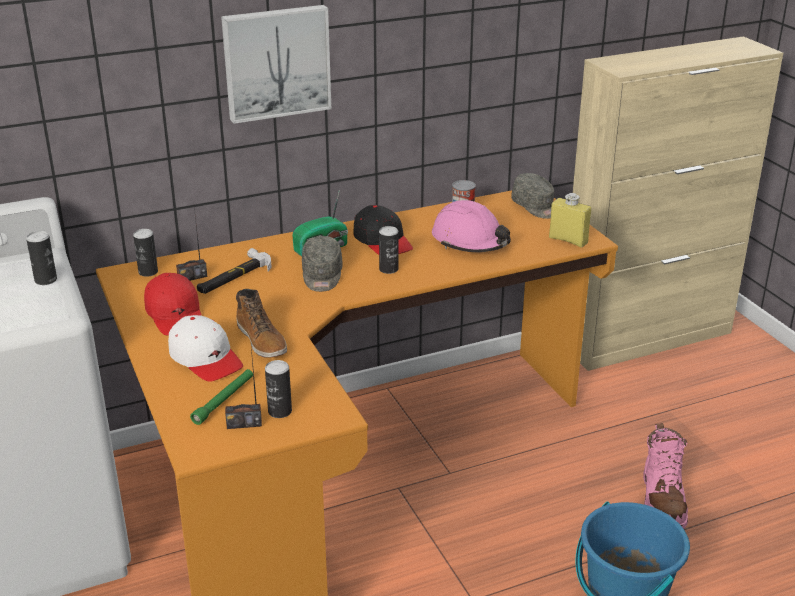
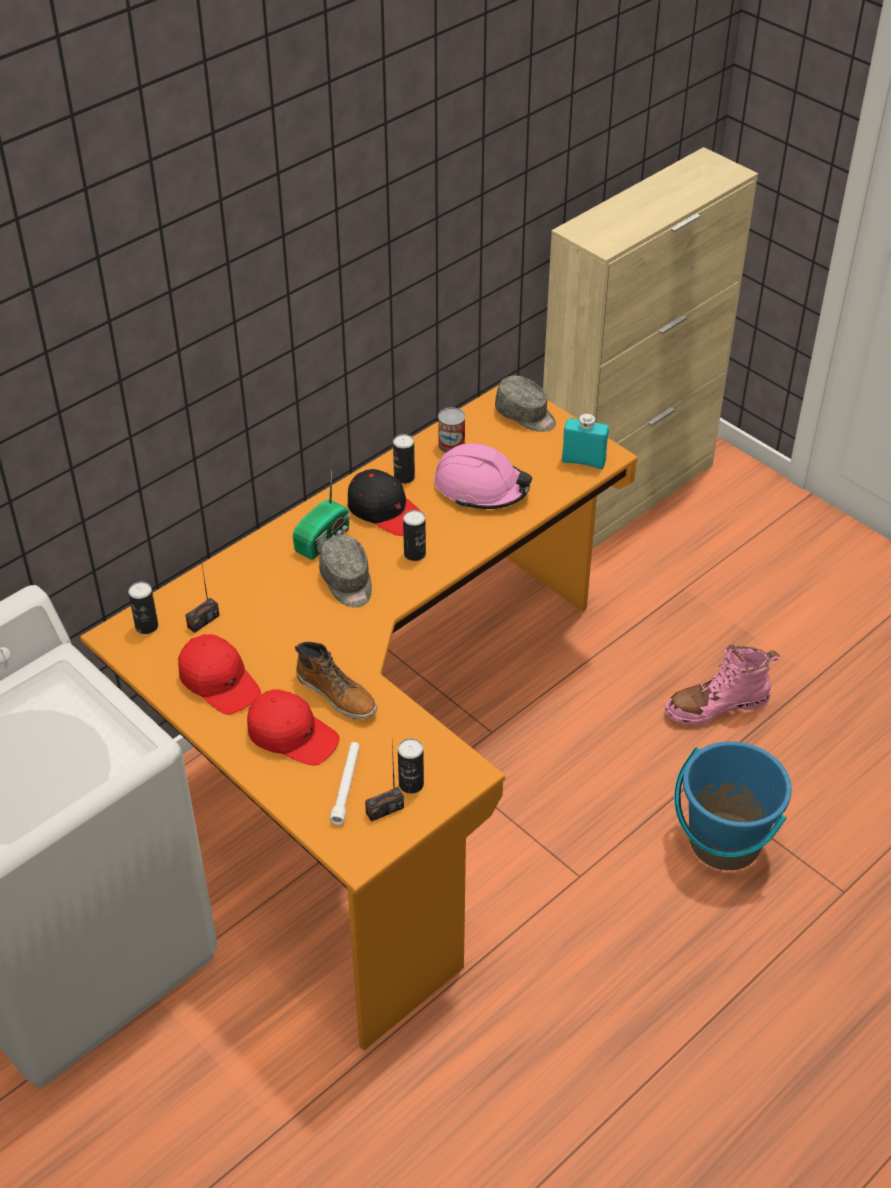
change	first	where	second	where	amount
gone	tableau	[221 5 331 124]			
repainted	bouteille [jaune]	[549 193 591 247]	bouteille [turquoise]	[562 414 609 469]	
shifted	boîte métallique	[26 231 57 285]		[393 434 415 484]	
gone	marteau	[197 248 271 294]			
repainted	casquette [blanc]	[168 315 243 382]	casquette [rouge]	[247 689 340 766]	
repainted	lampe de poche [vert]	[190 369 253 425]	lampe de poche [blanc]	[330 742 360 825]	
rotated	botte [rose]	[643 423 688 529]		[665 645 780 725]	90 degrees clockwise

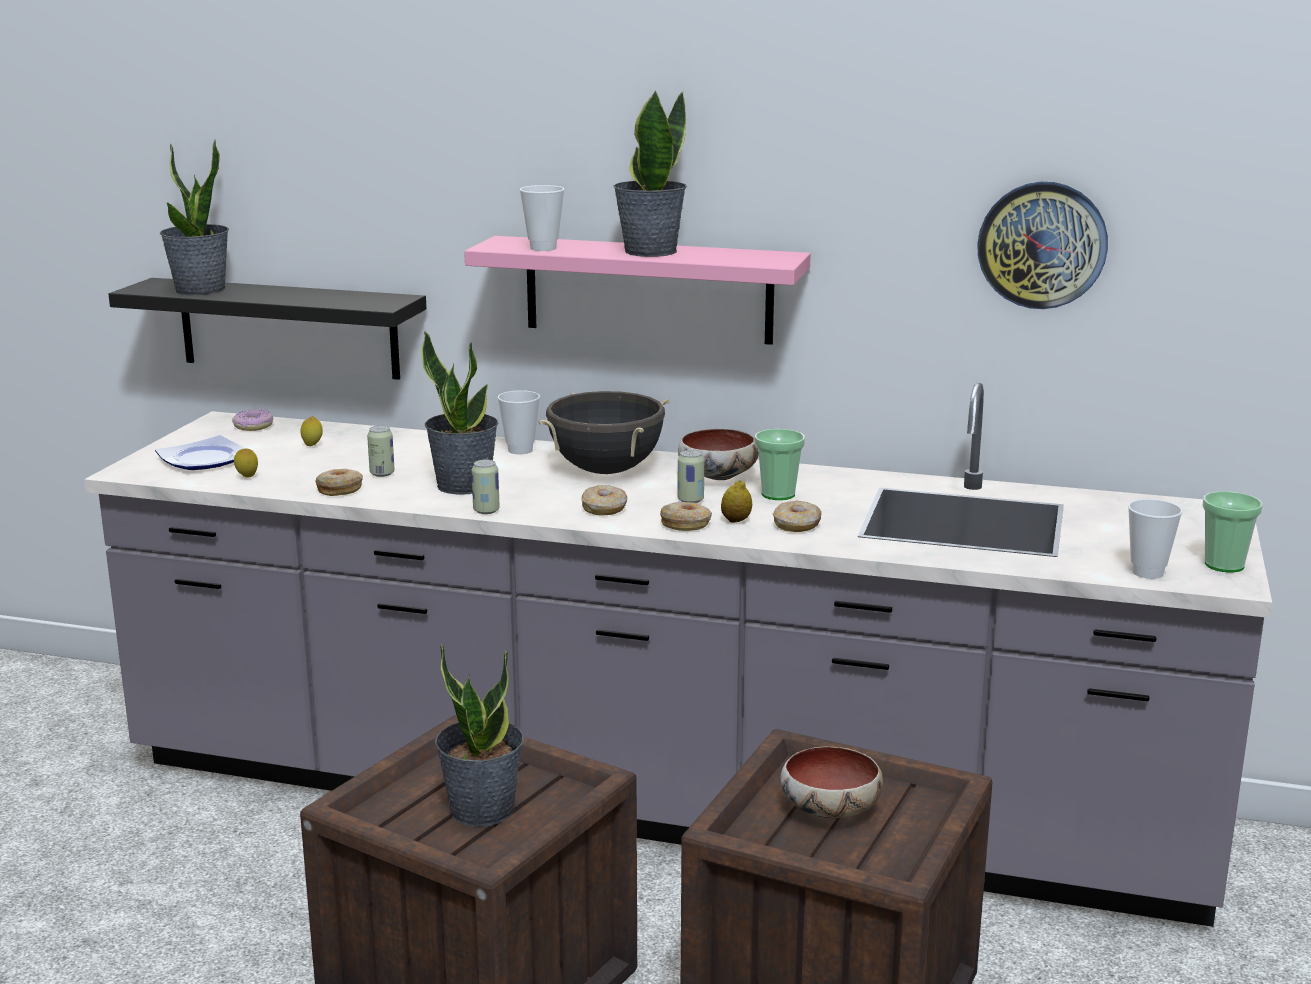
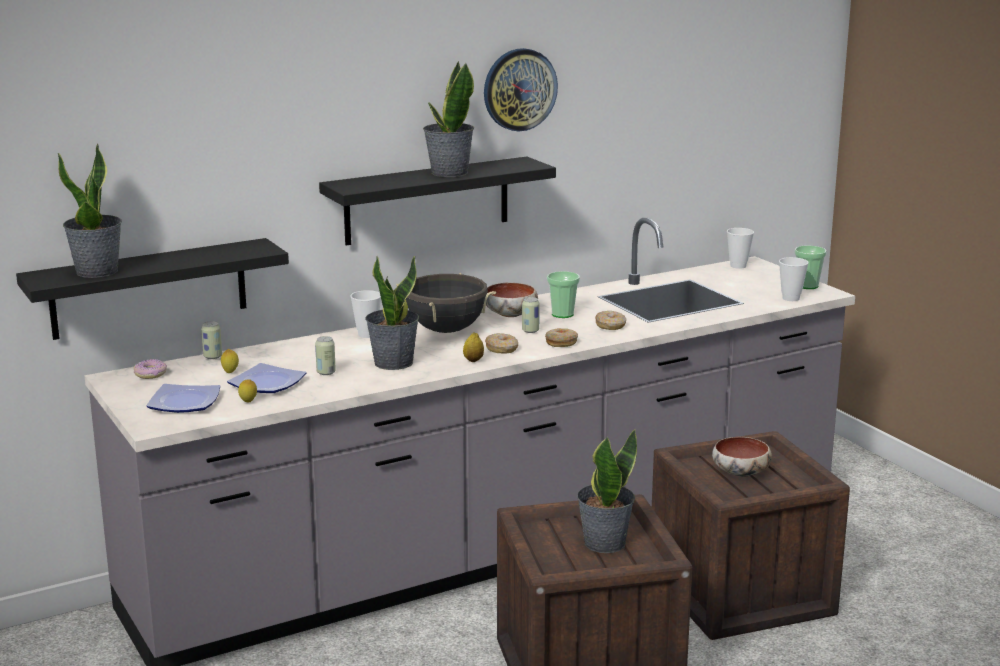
change	first	where	second	where	amount
shifted	horloge murale	[977 182 1108 309]		[484 48 558 131]	
shifted	tasse	[520 185 564 251]		[727 228 754 269]	
repainted	étagère [rose]	[464 236 811 345]	étagère [noir]	[319 157 556 245]	
shifted	boîte métallique	[472 460 500 514]		[201 321 222 359]	
gone	beignet	[315 469 363 496]			
shifted	citron	[721 480 752 523]		[463 333 484 362]	
new			assiette	[227 363 306 393]	

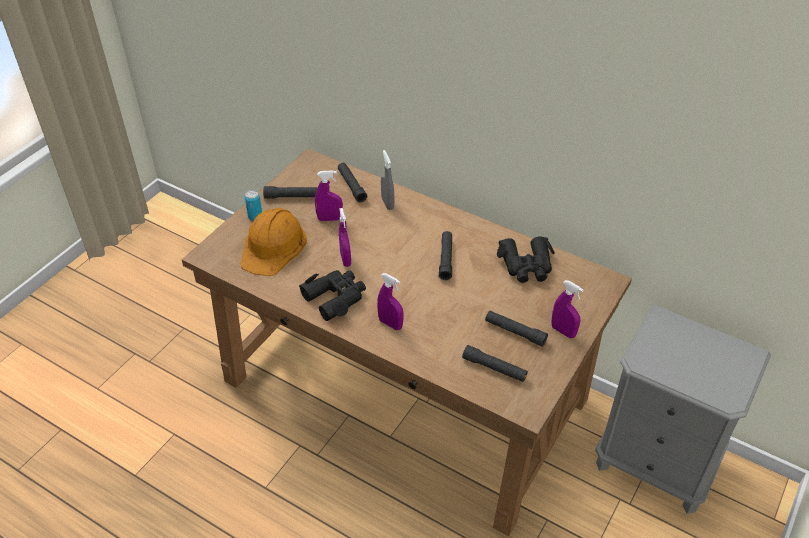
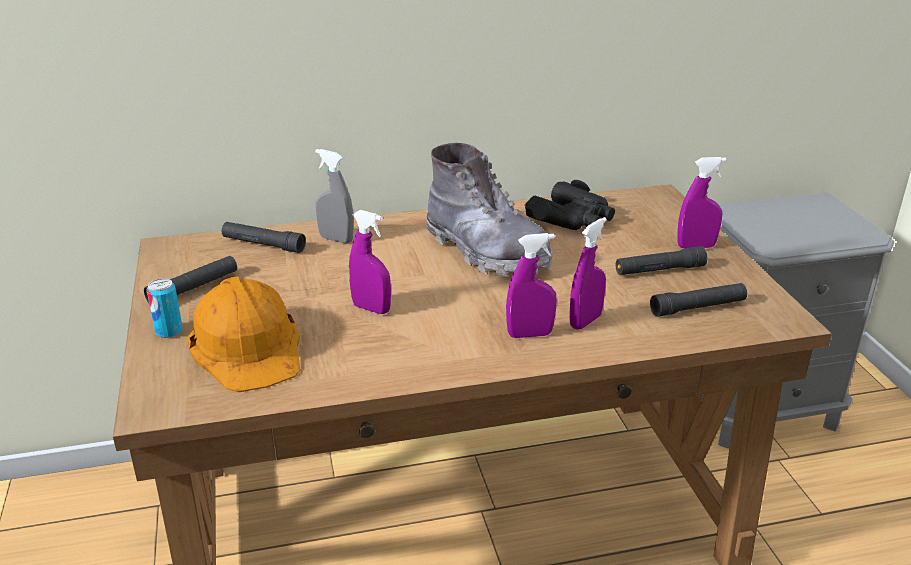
change	first	where	second	where	amount
shifted	vaporisateur [violet]	[315 170 343 221]		[569 217 607 330]	
swapped	lampe de poche [noir]	[439 231 452 280]	botte [gris]	[426 143 553 277]	
gone	jumelles [noir]	[299 270 366 321]			

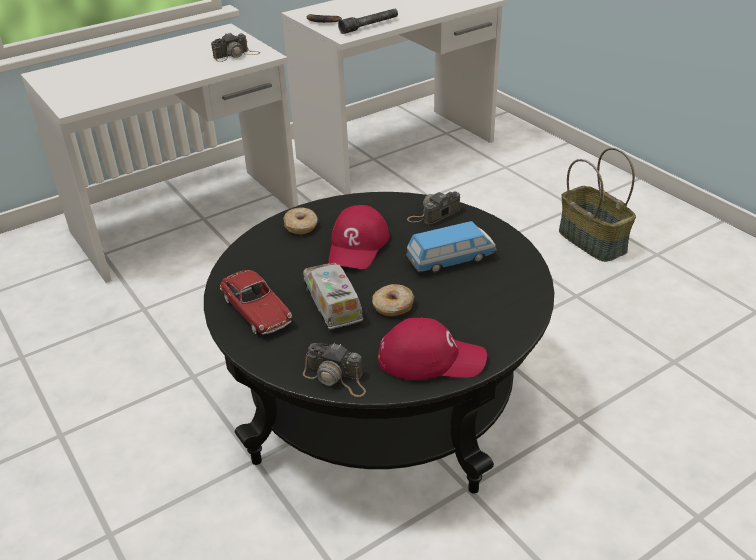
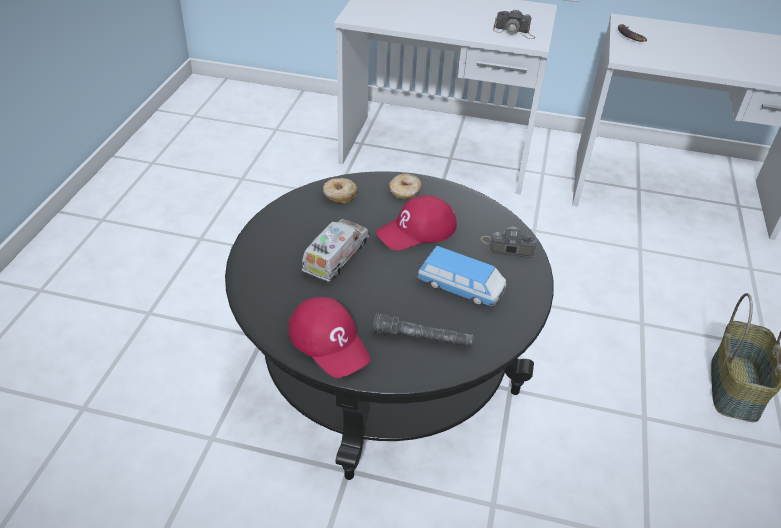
change	first	where	second	where	amount
shifted	lampe de poche [gris]	[338 9 398 34]		[373 313 474 347]	
gone	petite voiture	[220 270 292 335]			
shifted	beignet	[372 284 414 316]		[323 178 357 203]	
gone	appareil photo	[303 343 366 397]			

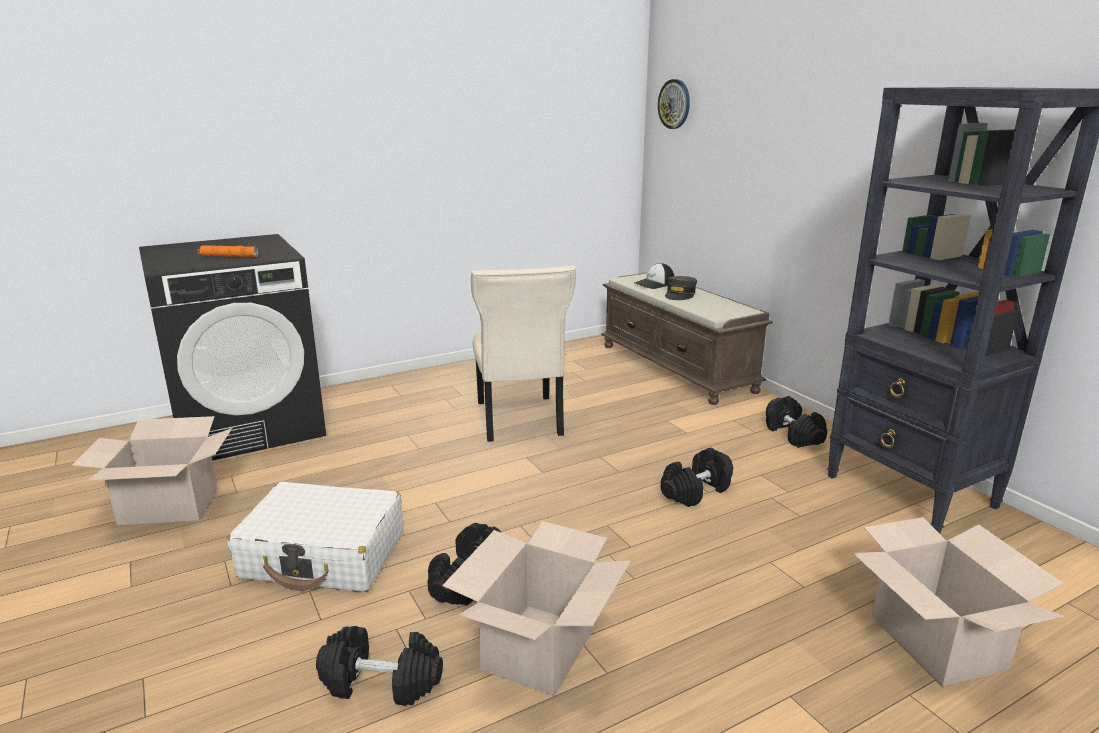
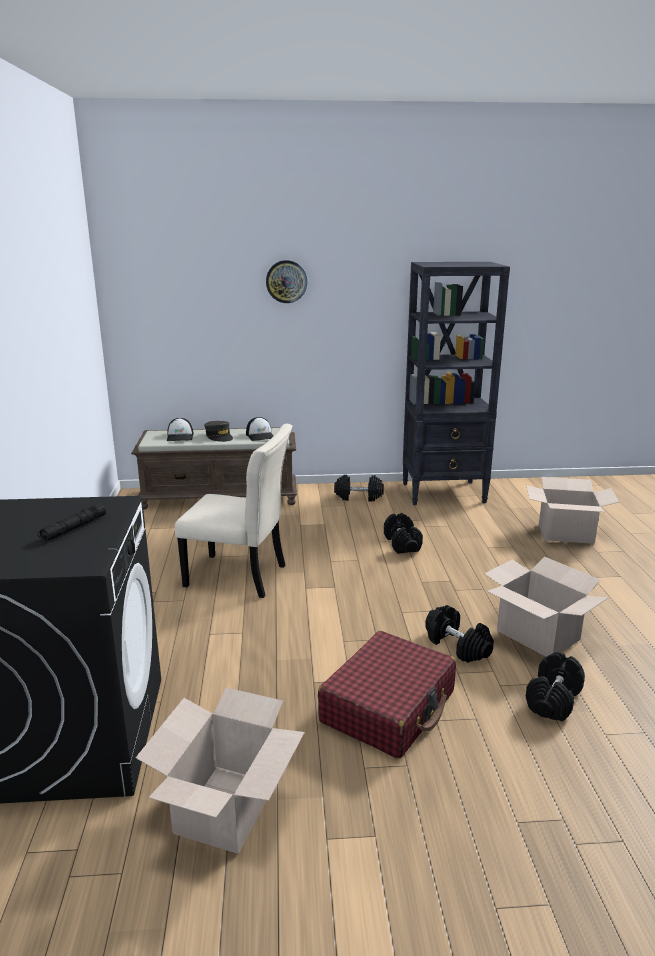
change	first	where	second	where	amount
shifted	horloge murale	[658 79 690 129]		[266 260 307 303]	
repainted	lampe de poche [orange]	[198 245 258 257]	lampe de poche [noir]	[38 504 106 541]	
repainted	valise [blanc]	[228 482 403 592]	valise [rouge]	[318 631 456 759]	
new			casquette	[246 417 274 441]	

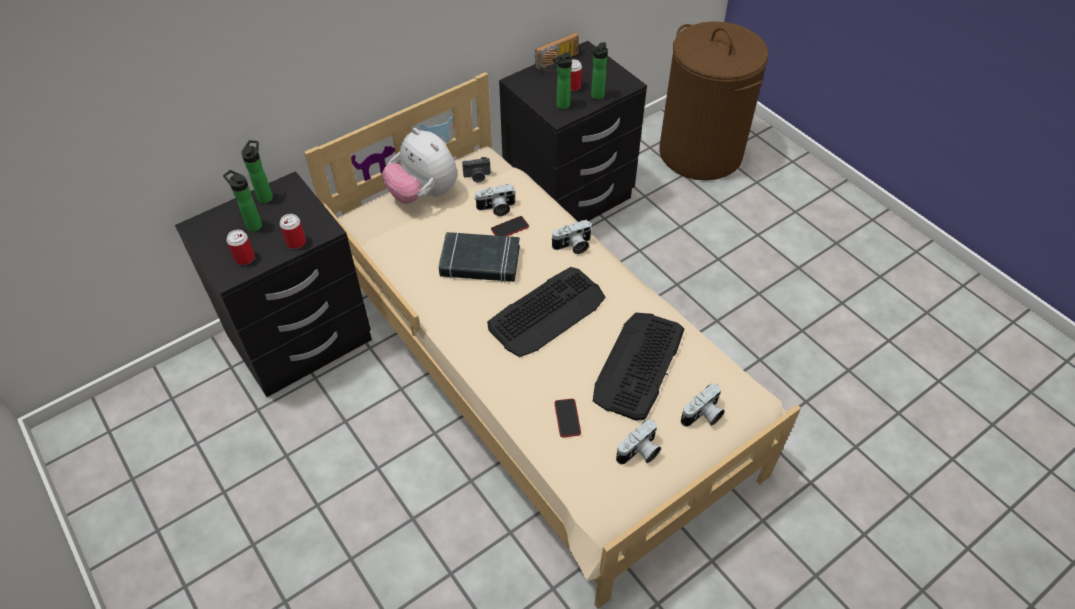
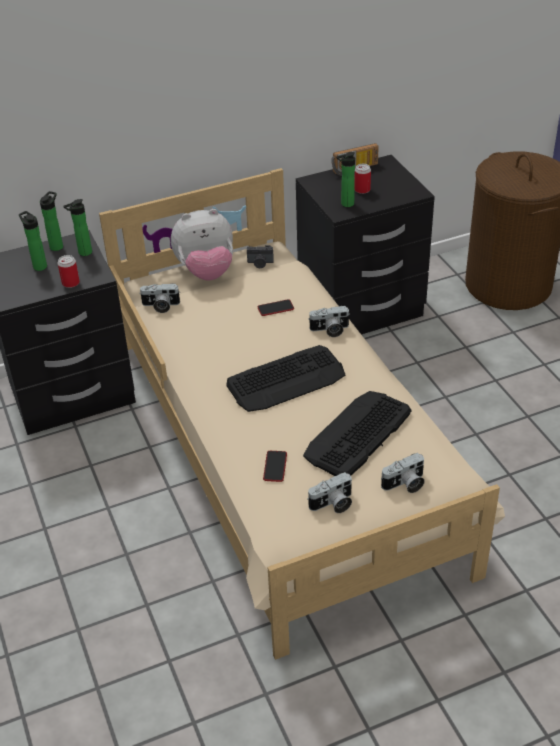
change	first	where	second	where	amount
shifted	bouteille	[591 42 608 100]		[63 199 92 256]	
rotated	peluche	[382 128 457 204]		[171 209 233 281]	75 degrees counterclockwise
shifted	appareil photo	[474 184 516 216]		[139 283 180 313]	
gone	boîte métallique	[227 230 255 265]			
gone	livre [noir]	[438 232 520 283]			

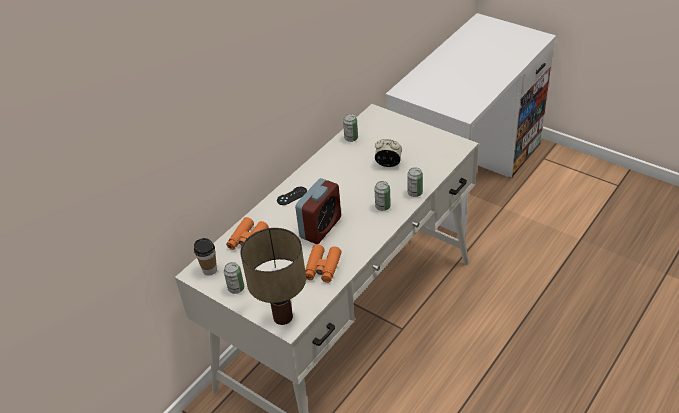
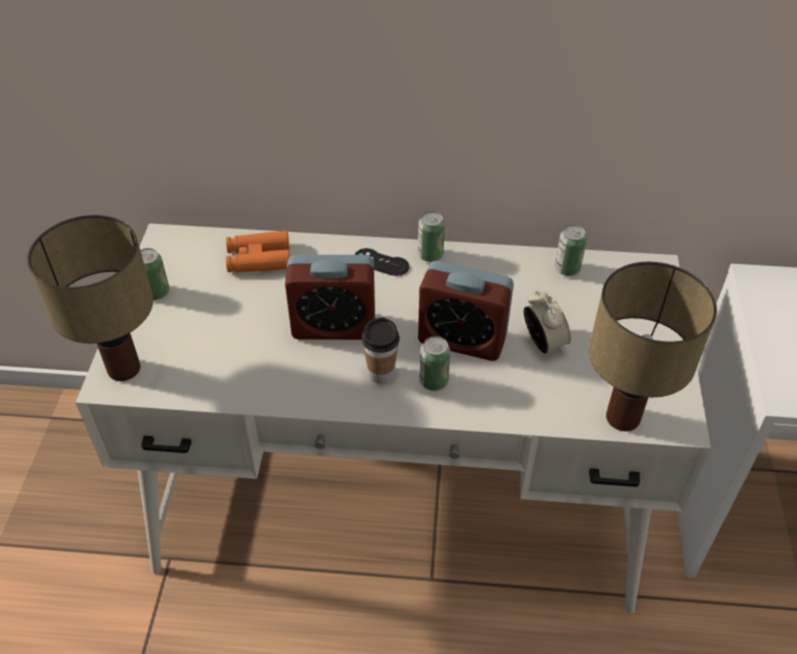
change	first	where	second	where	amount
shifted	boîte métallique	[407 167 423 197]		[418 211 445 262]	
shifted	tasse	[194 238 217 276]		[362 317 399 384]	
gone	jumelles [orange]	[305 244 342 283]			
new			réveil	[418 261 514 361]	
new			lampe de table	[589 262 717 431]	

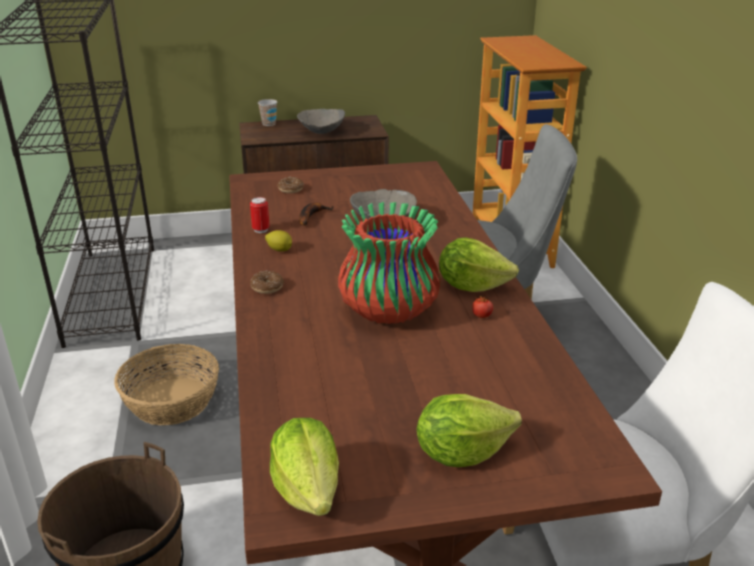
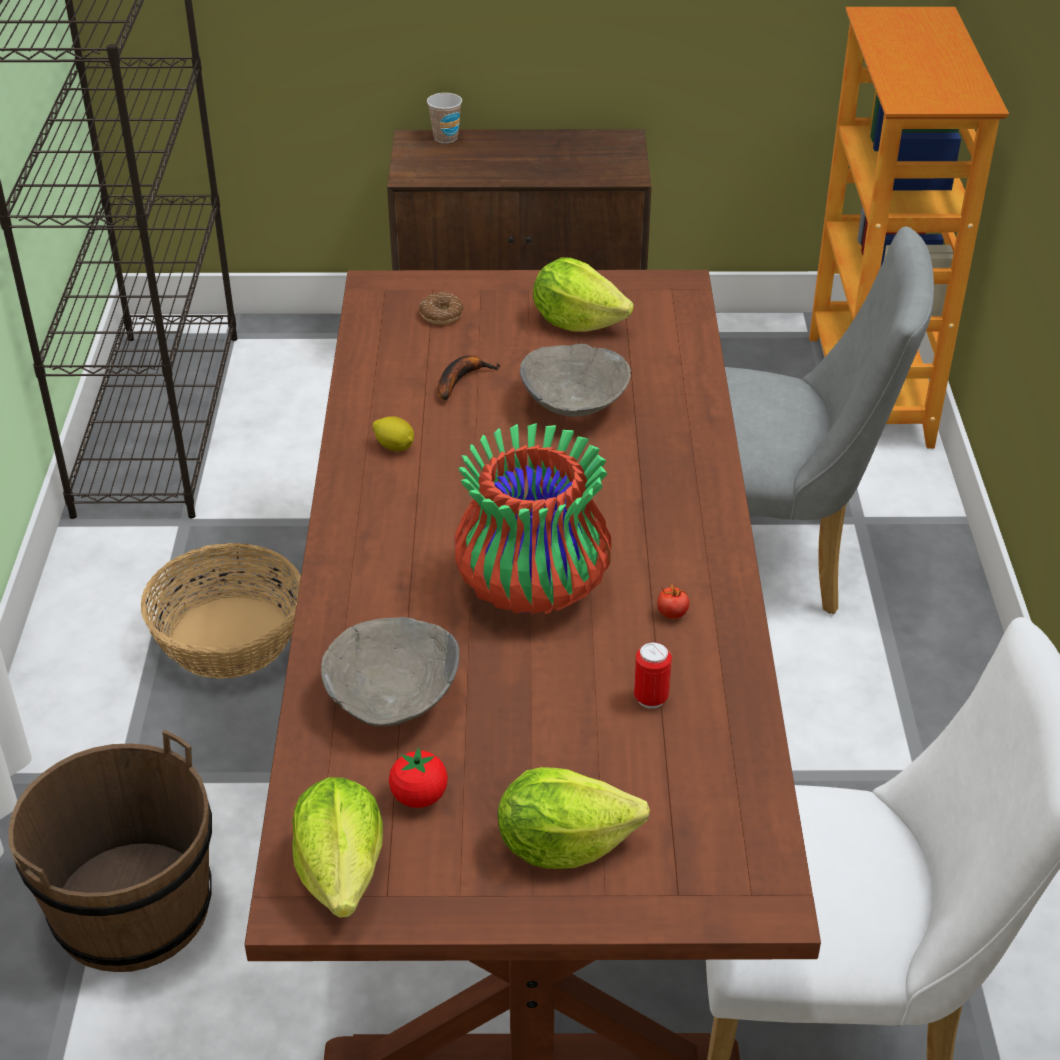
change	first	where	second	where	amount
shifted	bol [gris]	[297 109 345 134]		[321 617 459 727]	
shifted	boîte métallique	[250 197 270 233]		[634 642 672 709]	
shifted	laitue	[439 237 519 292]		[533 258 634 332]	
gone	beignet	[250 271 284 294]			
new			tomate	[389 747 448 808]	

